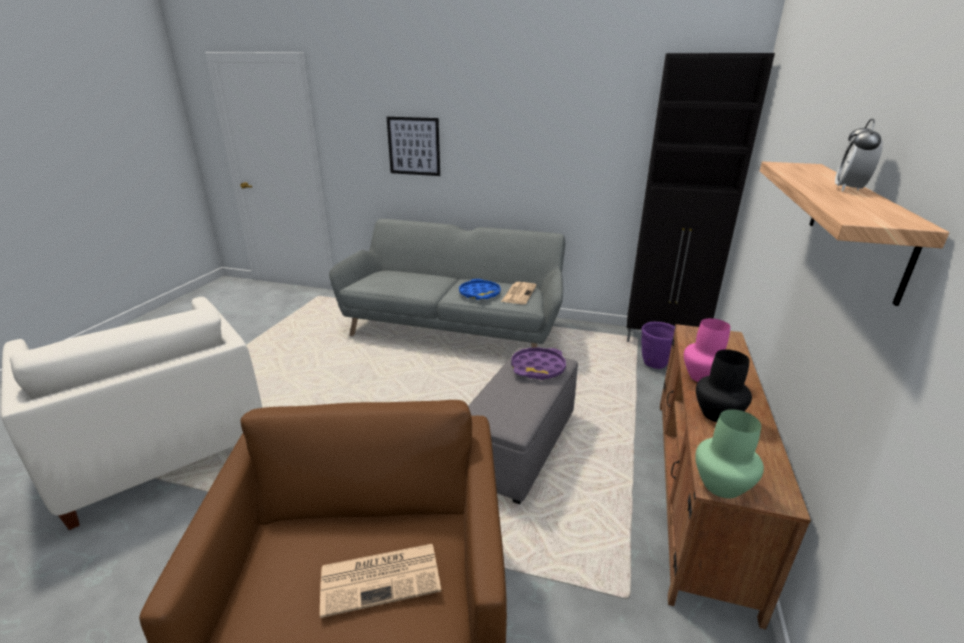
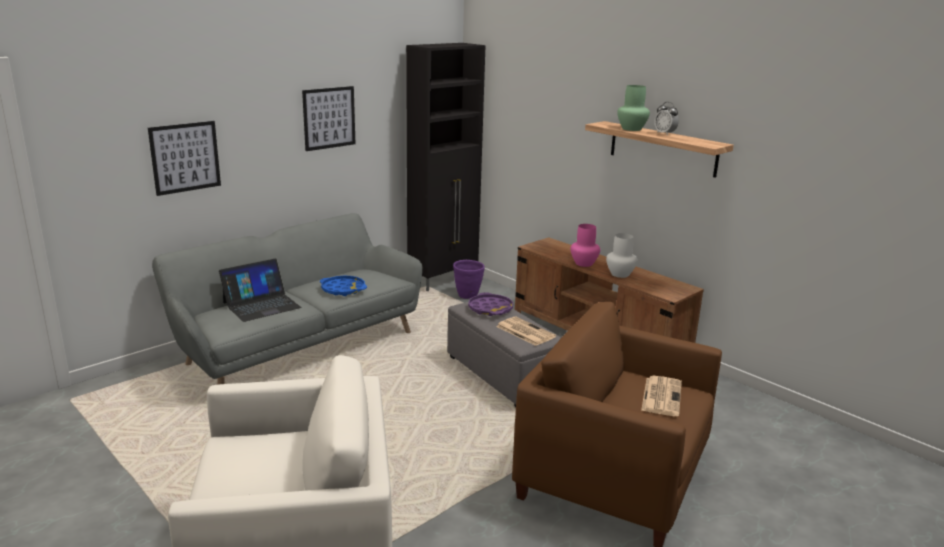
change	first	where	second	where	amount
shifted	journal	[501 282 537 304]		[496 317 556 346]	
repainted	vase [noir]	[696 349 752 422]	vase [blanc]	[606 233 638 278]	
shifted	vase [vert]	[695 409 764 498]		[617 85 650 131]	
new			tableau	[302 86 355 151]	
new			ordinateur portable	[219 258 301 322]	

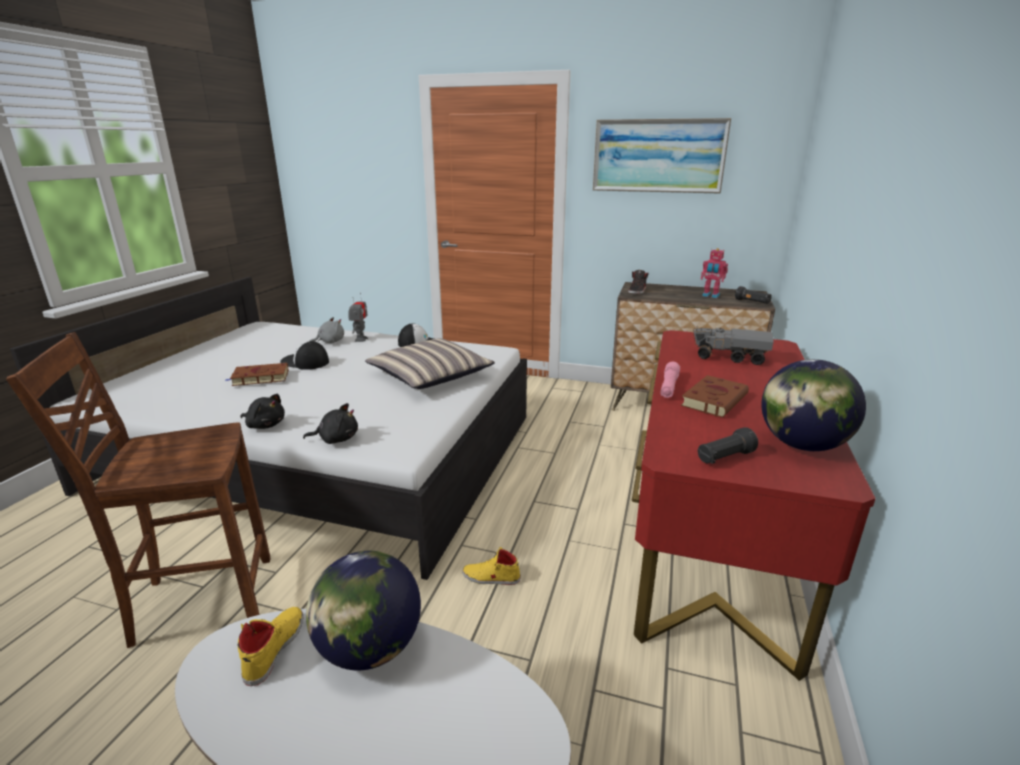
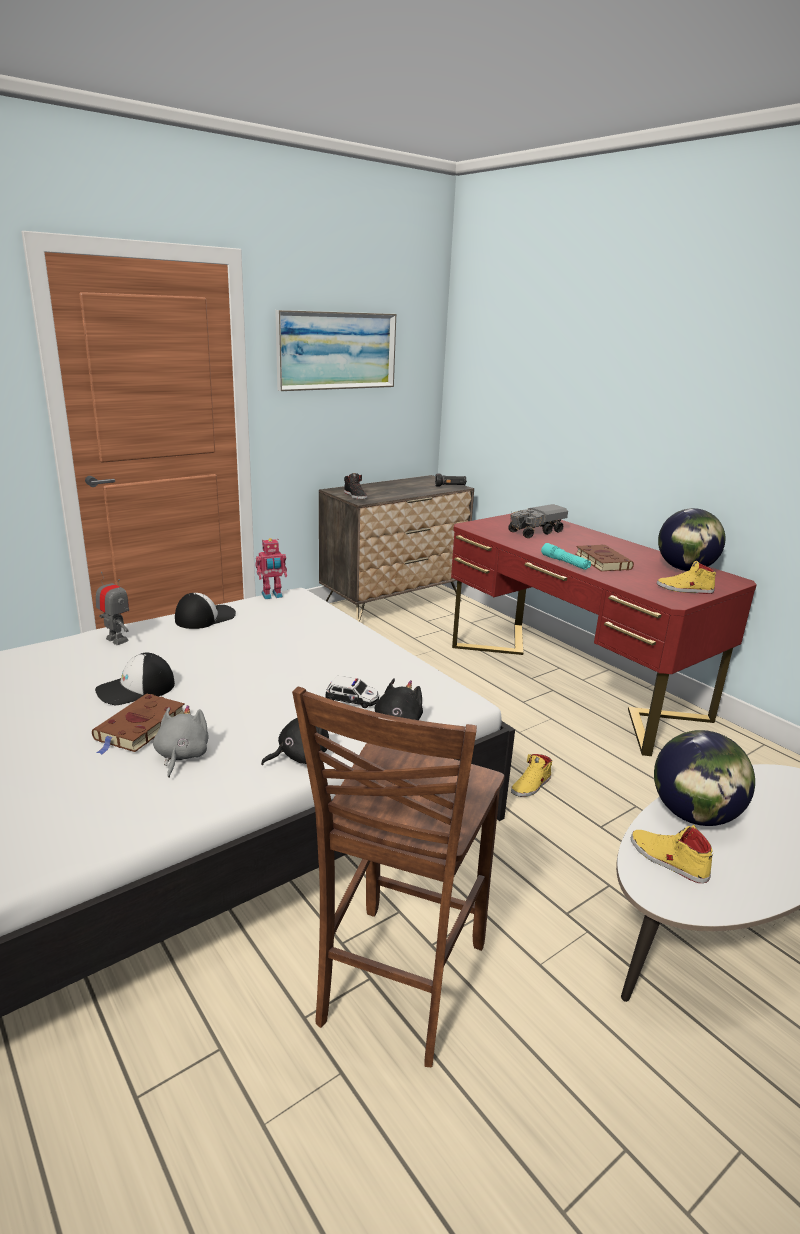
change	first	where	second	where	amount
shifted	robot jouet	[701 248 728 298]		[255 538 287 599]	
shifted	peluche [gris]	[309 317 344 343]		[153 705 209 778]	
gone	coussin	[365 338 495 389]			
repainted	lampe de poche [rose]	[660 362 680 398]	lampe de poche [turquoise]	[541 543 591 570]	
swapped	lampe de poche [noir]	[698 427 758 464]	chaussure [jaune]	[657 561 716 594]	
new			petite voiture	[326 676 379 708]	

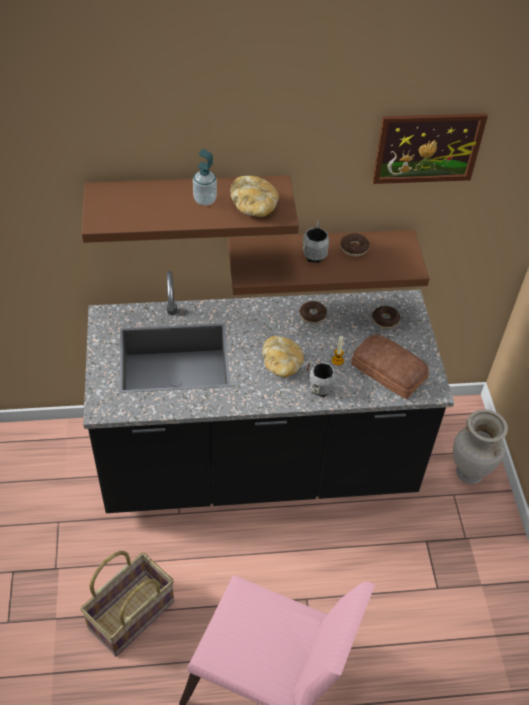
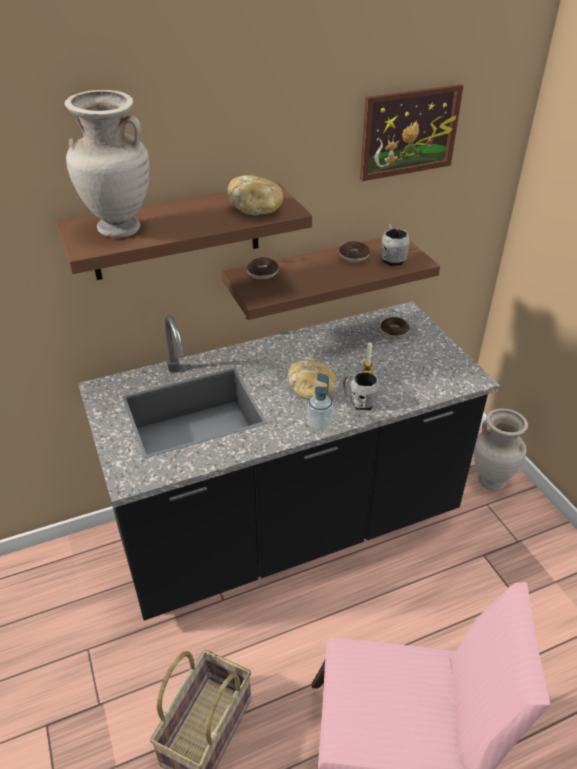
change	first	where	second	where	amount
shifted	distributeur de savon	[193 149 217 206]		[307 373 333 431]	
shifted	mug [gris]	[302 221 329 263]		[380 224 409 266]	
shifted	beignet	[299 301 327 324]		[247 257 279 279]	
gone	pain	[351 334 429 399]			
new			vase [beige]	[64 90 149 238]	

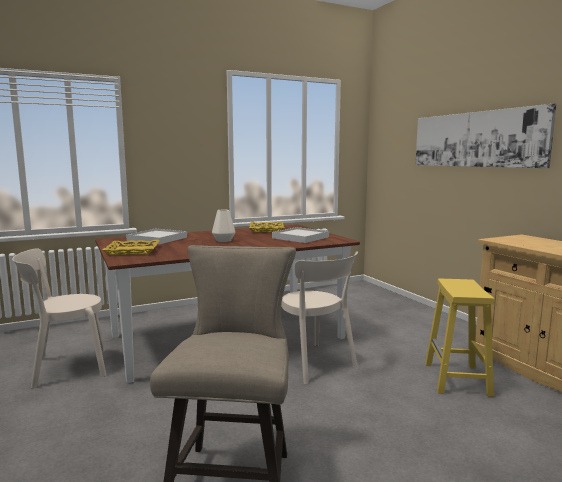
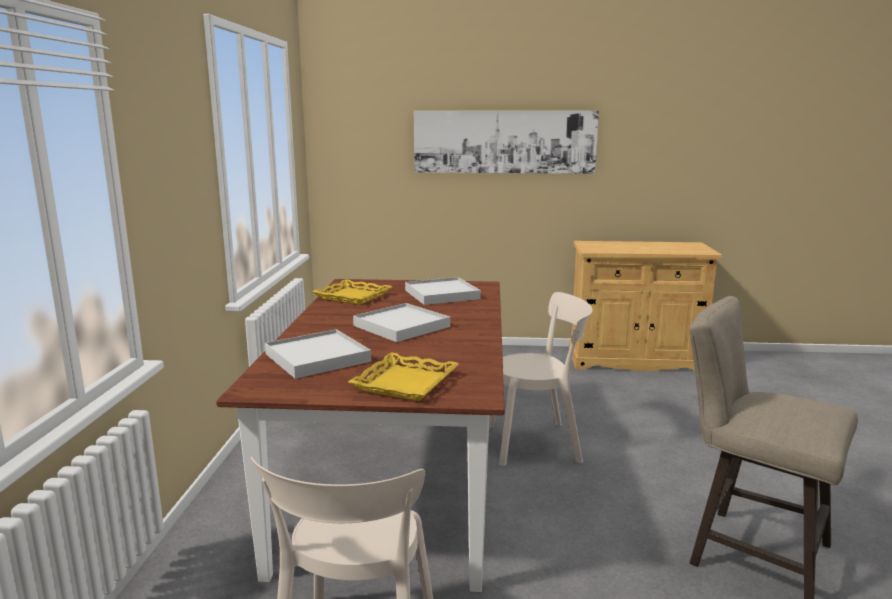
change	first	where	second	where	amount
swapped	vase [blanc]	[212 210 235 242]	plateau [blanc]	[353 303 450 342]	
gone	tabouret [jaune]	[425 279 494 397]			

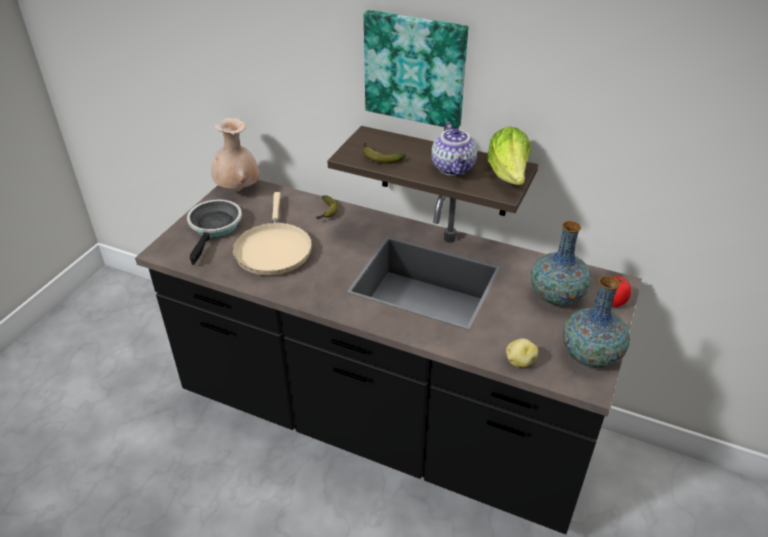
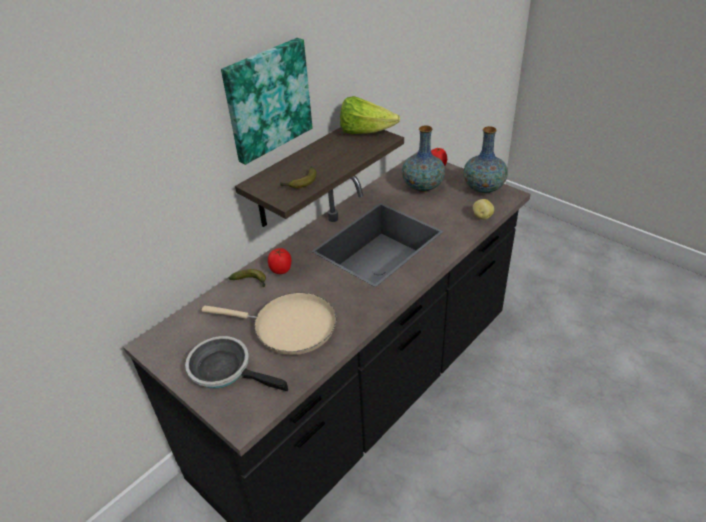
change	first	where	second	where	amount
gone	vase [beige]	[211 118 260 192]			
gone	théière	[431 122 477 176]			
new			tomate	[268 248 291 274]	

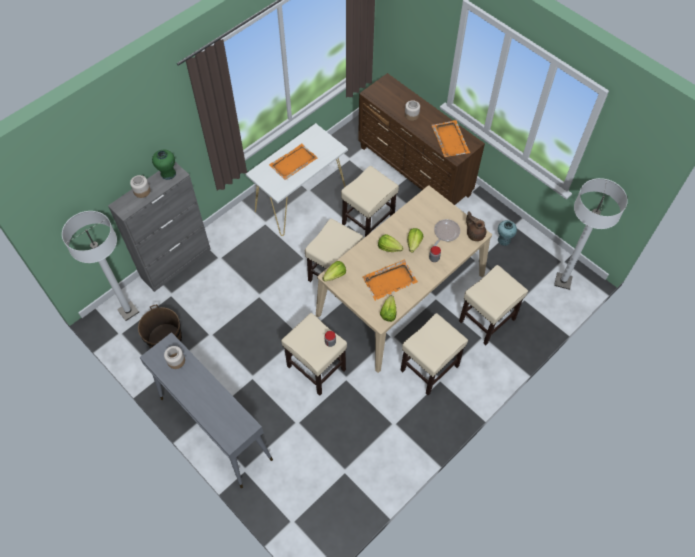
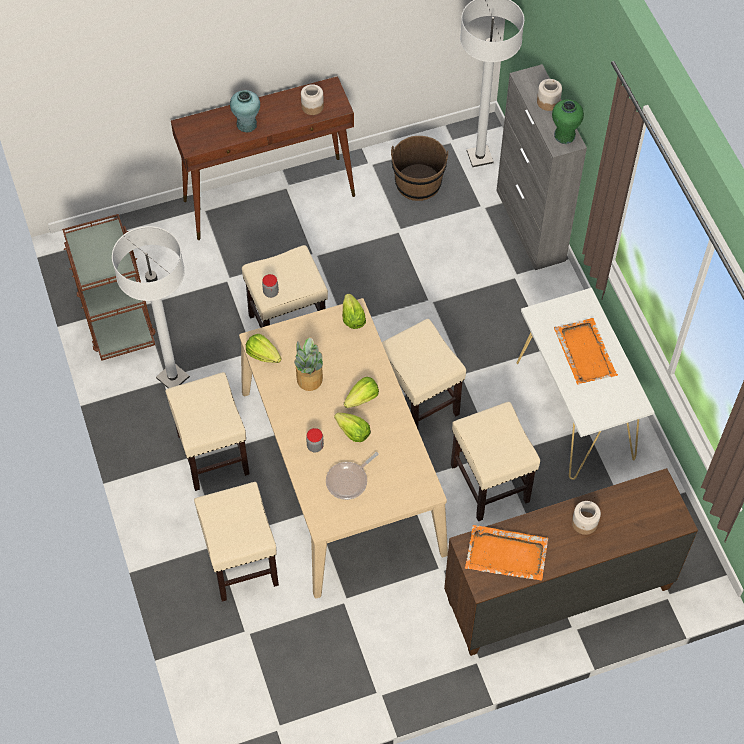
change	first	where	second	where	amount
shifted	lampadaire [blanc]	[554 178 628 290]		[112 226 190 388]	
gone	théière [marron]	[466 211 486 241]			
rotated	poêle	[434 219 460 246]		[326 452 379 500]	75 degrees clockwise
shifted	vase [turquoise]	[498 220 517 246]		[230 90 260 132]	
swapped	plateau [orange]	[363 260 418 301]	plante en pot	[294 337 323 391]	
repainted	table console [gris]	[139 332 273 488]	table console [marron]	[171 76 355 240]	
new			chariot [marron]	[62 214 156 361]	

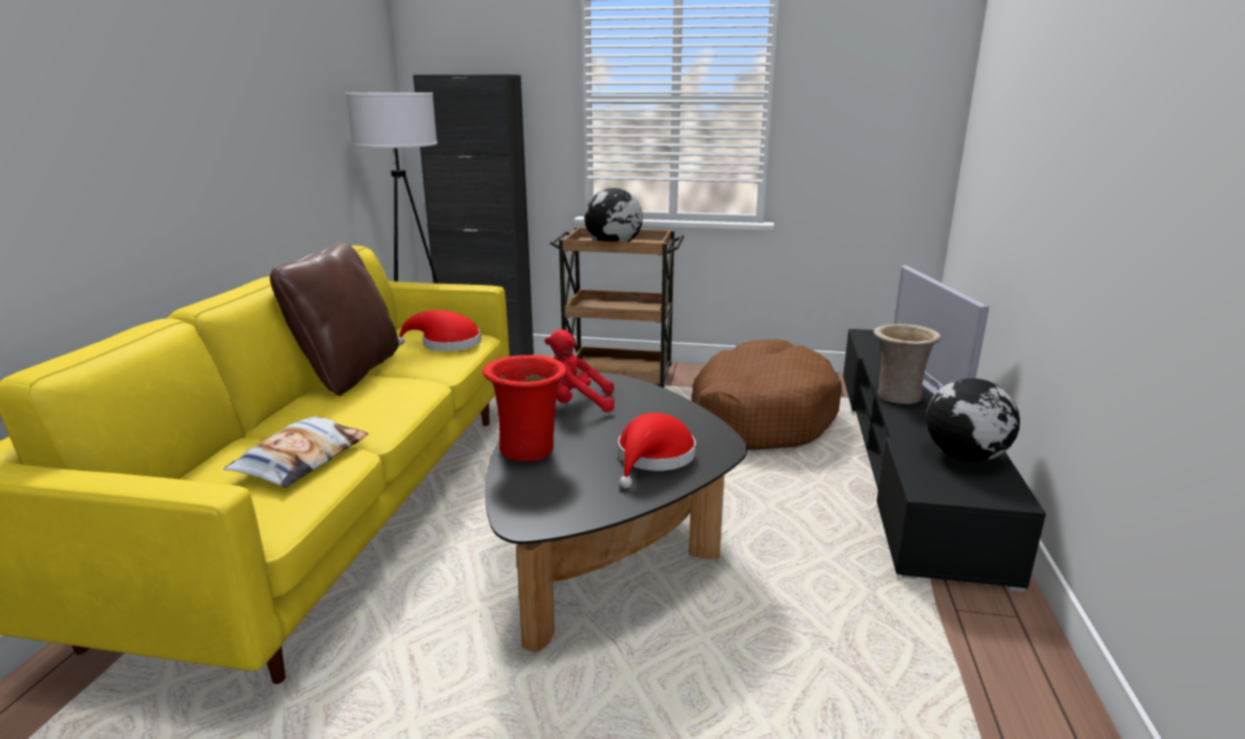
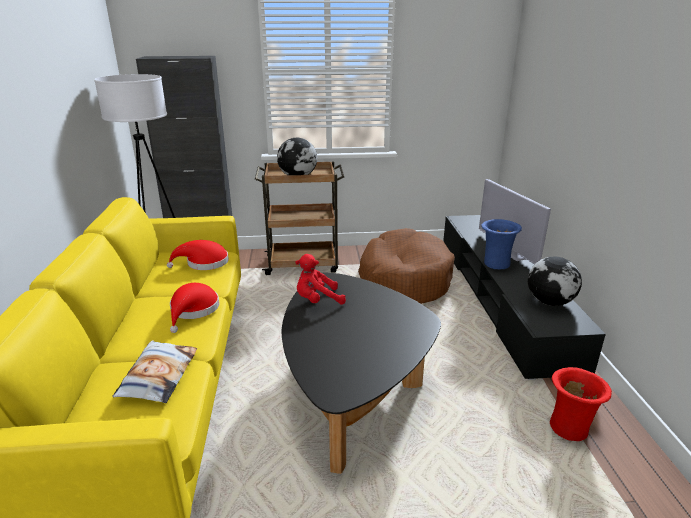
change	first	where	second	where	amount
gone	coussin [marron]	[270 242 399 396]			
repainted	vase [beige]	[874 324 941 404]	vase [bleu]	[481 219 522 269]	
shifted	vase [rouge]	[482 355 567 462]		[550 367 612 441]	
shifted	chapeau [rouge]	[618 413 696 488]		[170 283 219 333]	

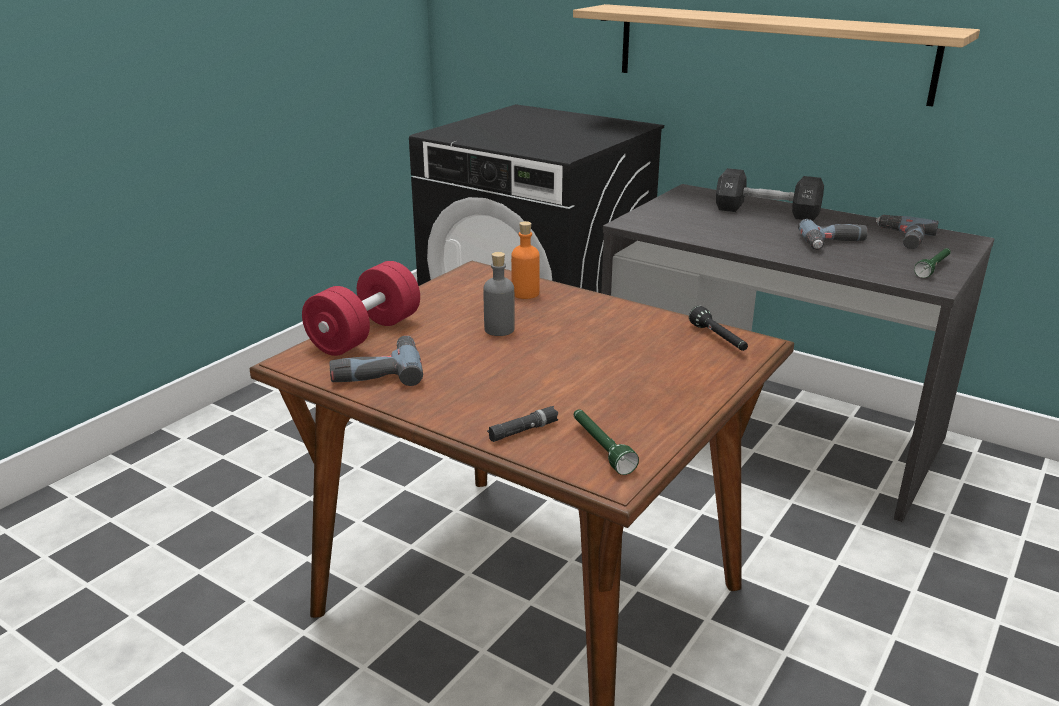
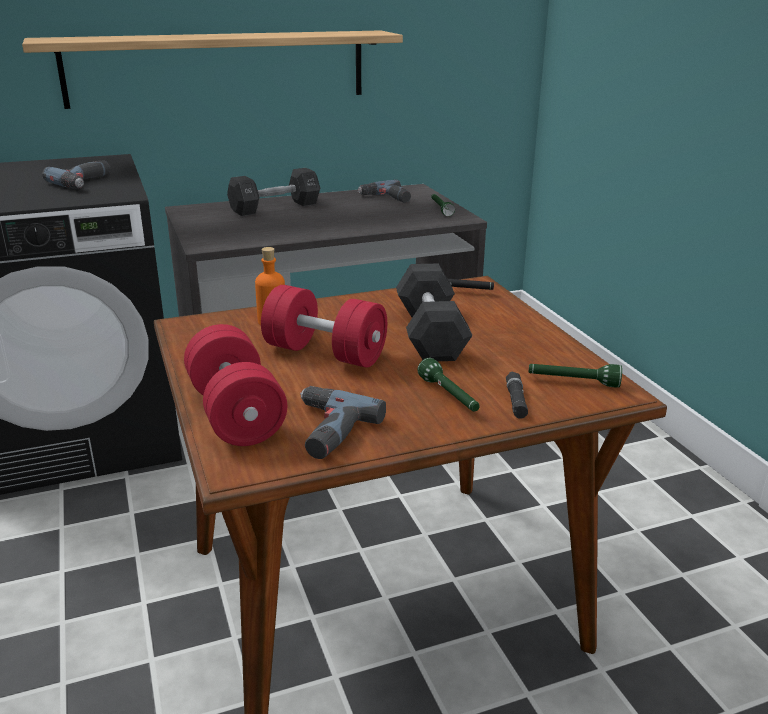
change	first	where	second	where	amount
shifted	perceuse	[798 219 867 250]		[42 160 110 189]	
swapped	bouteille [gris]	[483 252 515 336]	haltère [rouge]	[261 285 387 368]	
new			haltère [noir]	[396 264 473 361]	
new			lampe de poche [vert]	[417 358 480 411]	

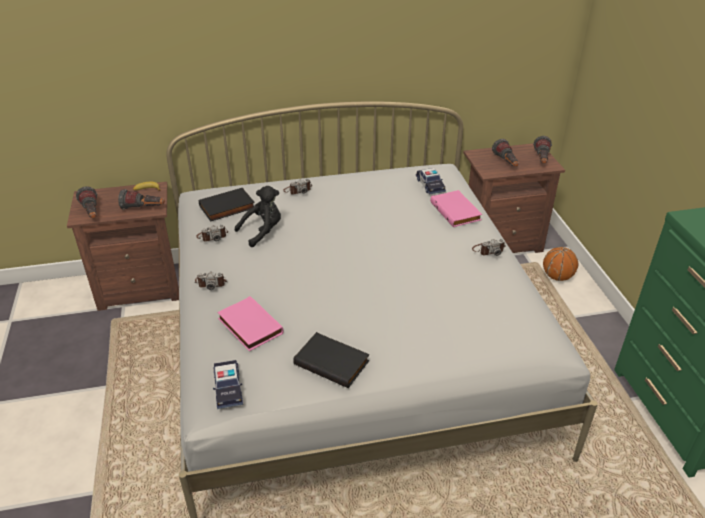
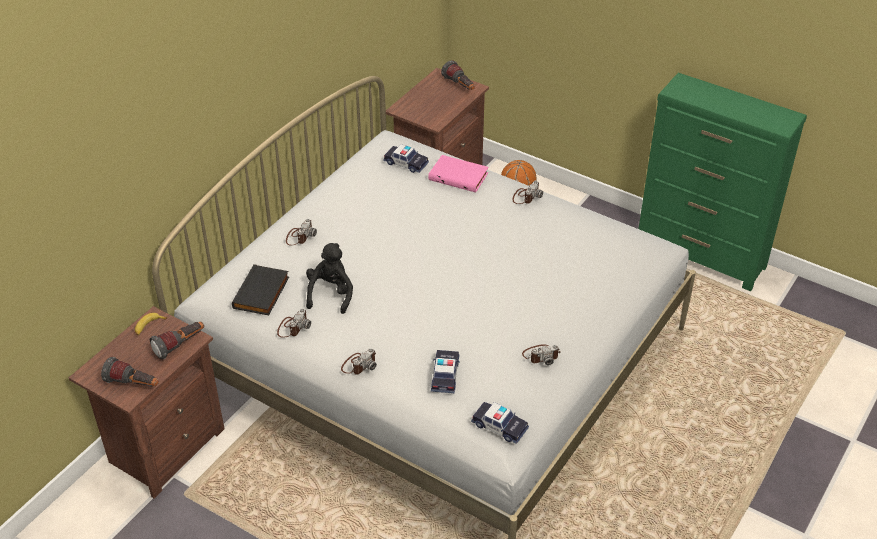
change	first	where	second	where	amount
gone	lampe de poche	[492 139 519 167]			
swapped	livre [rose]	[217 296 284 351]	petite voiture	[431 350 459 393]	
swapped	livre [noir]	[293 332 369 388]	appareil photo	[522 344 561 366]	

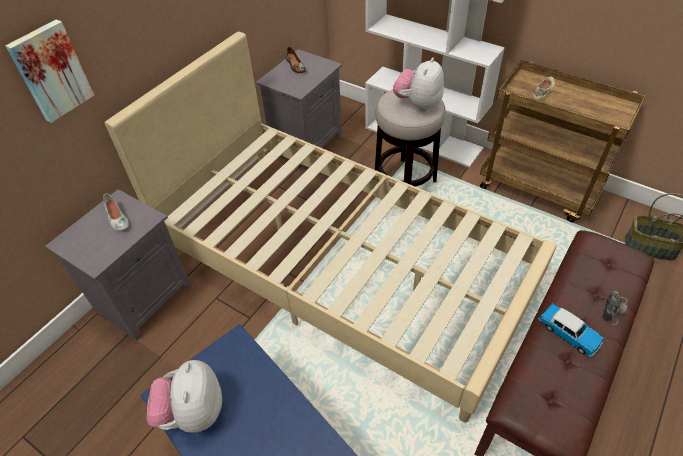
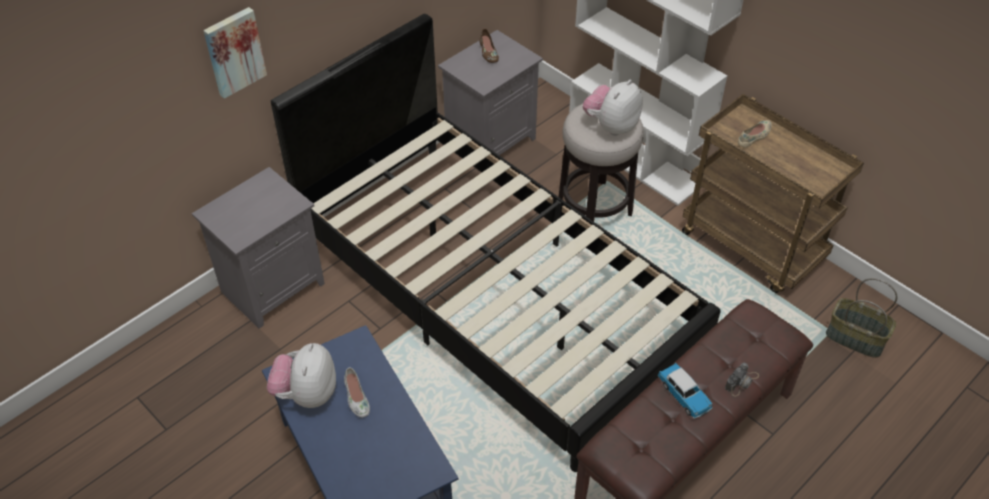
change	first	where	second	where	amount
repainted	lit [beige]	[104 32 557 422]	lit [noir]	[271 14 721 472]	
shifted	chaussure [blanc]	[103 193 129 231]		[344 368 370 418]	

